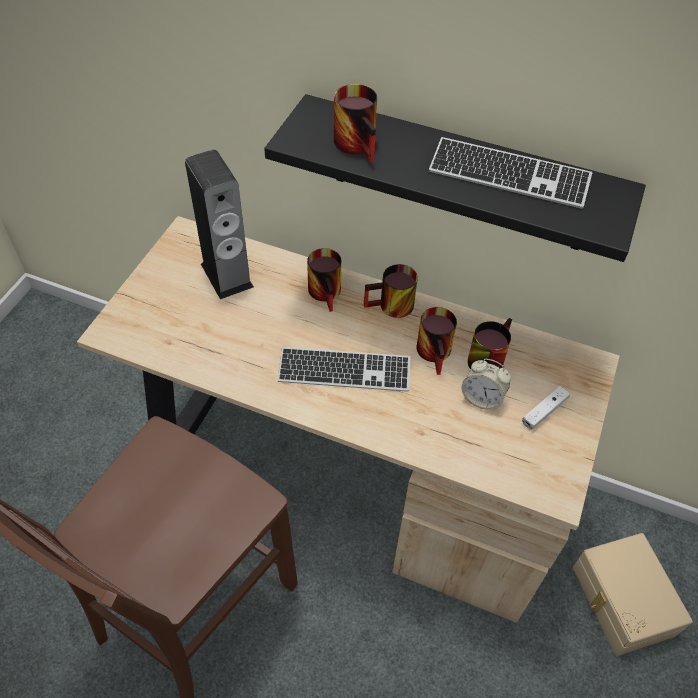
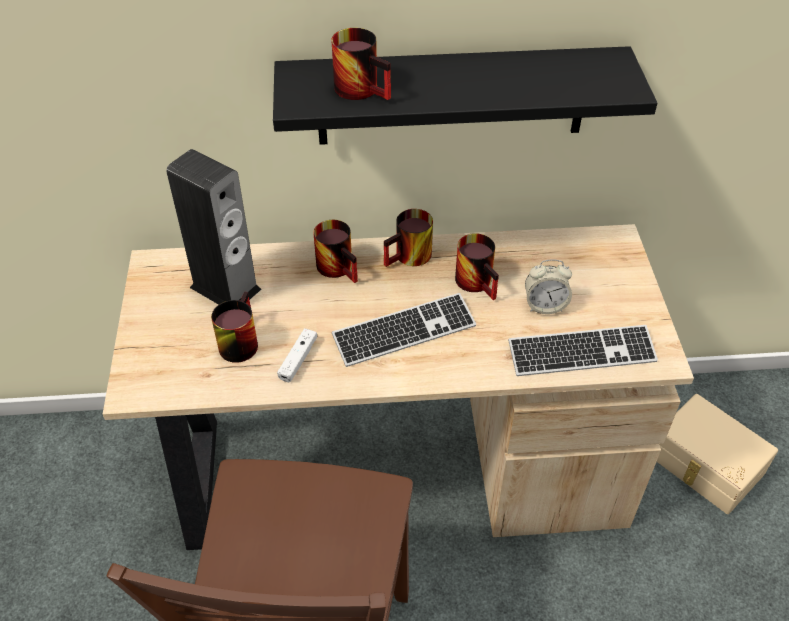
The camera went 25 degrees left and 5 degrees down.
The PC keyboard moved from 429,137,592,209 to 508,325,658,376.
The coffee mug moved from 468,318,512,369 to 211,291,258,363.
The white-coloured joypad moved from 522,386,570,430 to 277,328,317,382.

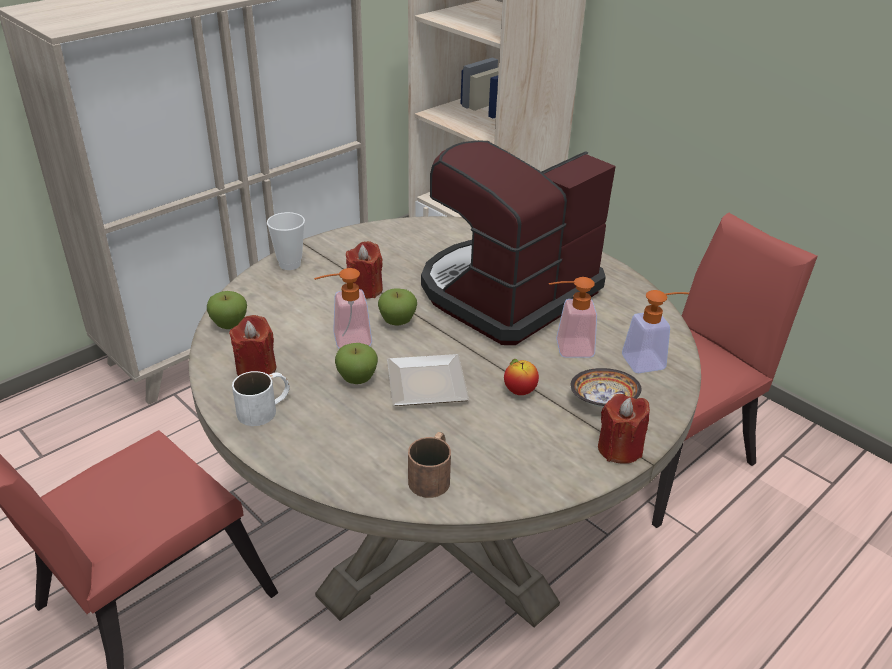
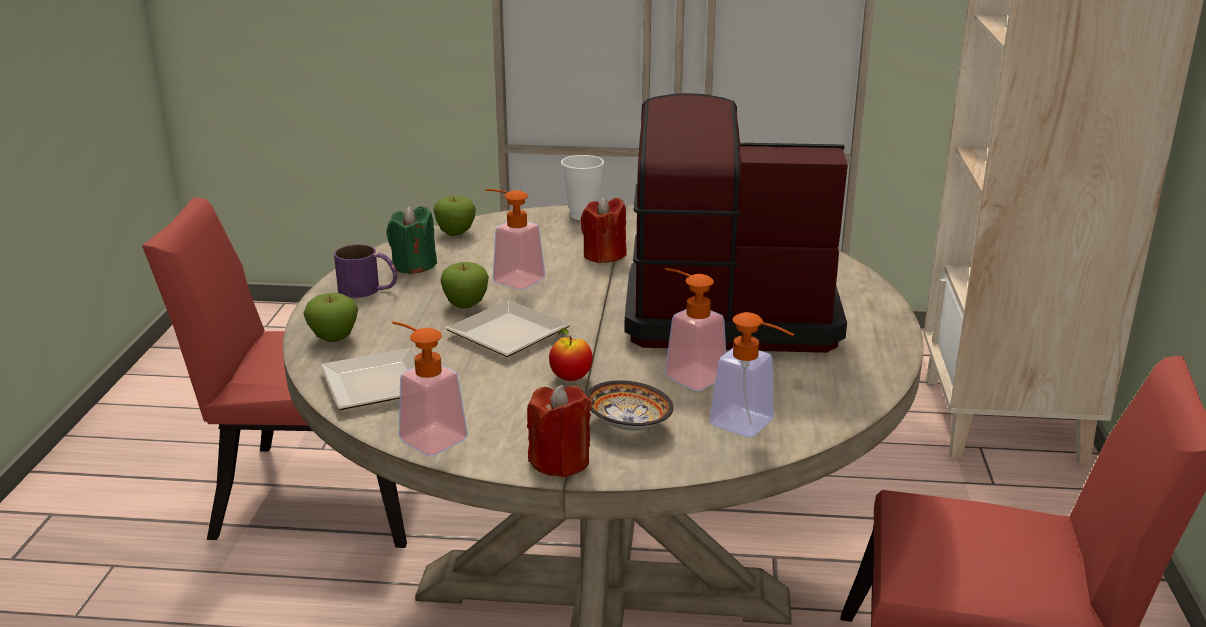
The camera went 50 degrees right and 10 degrees down.
The soap dispenser at 392,321,468,456 appeared.
The whole apple moved from 378,288,417,326 to 303,293,358,342.
The brown coffee mug at 408,432,451,498 was replaced by the plate at 320,348,417,410.
The red-coloured wax light at 229,315,277,376 became the green-coloured wax light at 387,206,437,274.
The white-coloured coffee mug at 232,371,290,426 became the purplish coffee mug at 334,244,398,298.

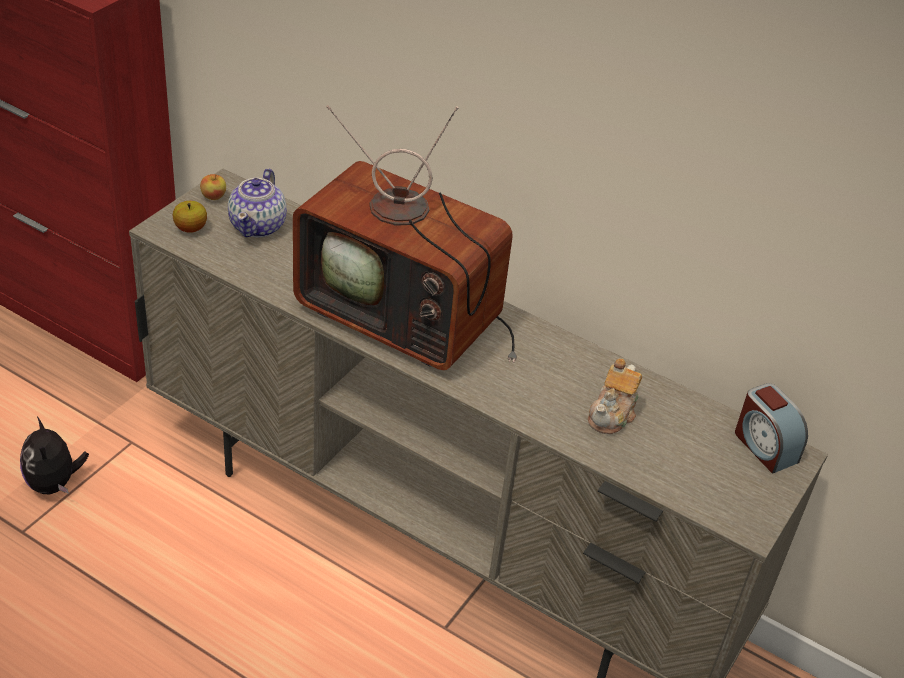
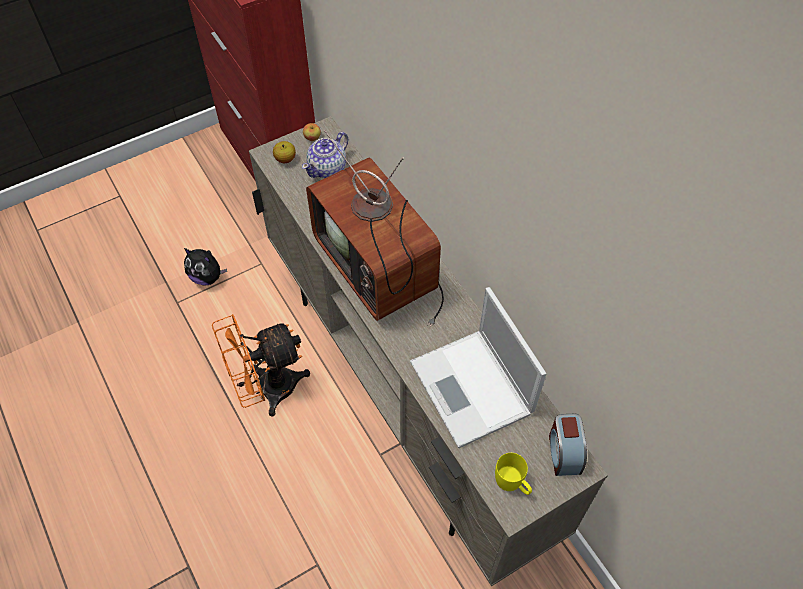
The camera went 30 degrees right and 15 degrees up.
The orangey fan at 212,314,310,417 appeared.
The yellowish coffee mug at 495,453,532,495 appeared.
The pot for tea at 588,358,642,434 was replaced by the laptop at 410,287,547,448.
The plush toy at 20,417,89,494 turned 75 degrees counterclockwise.

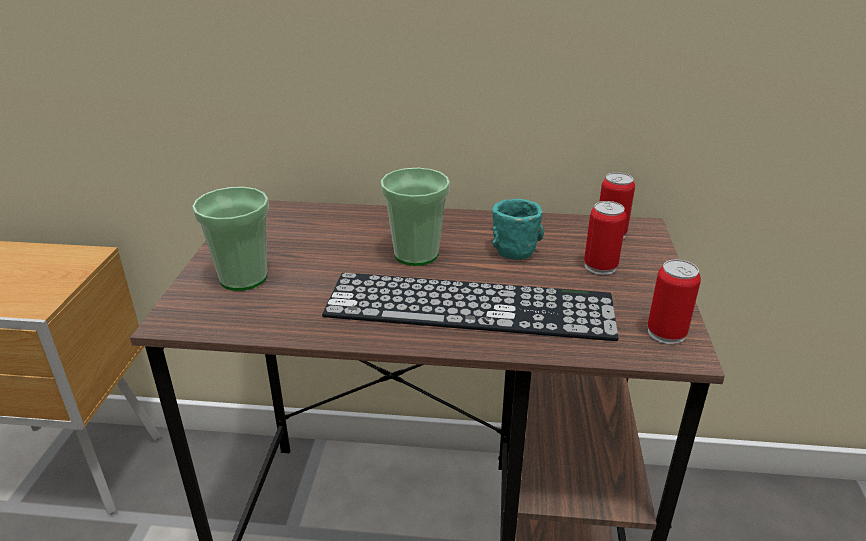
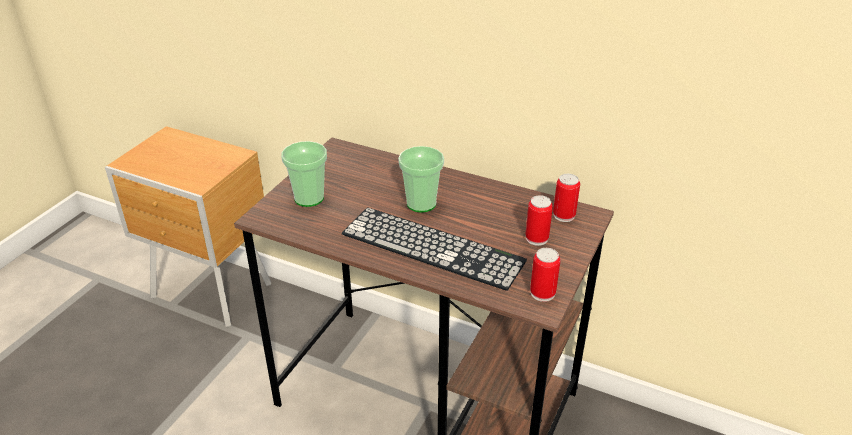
The camera went 20 degrees right and 5 degrees up.
The turquoise-coloured coffee mug at 492,199,544,260 disappeared.

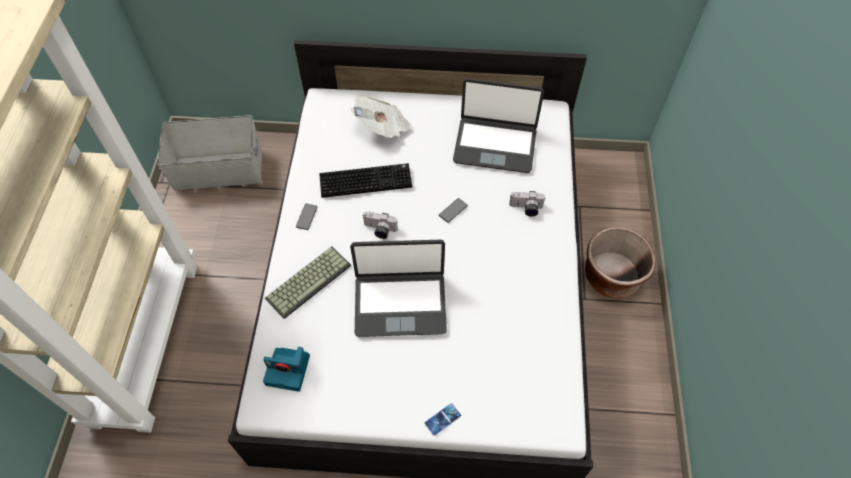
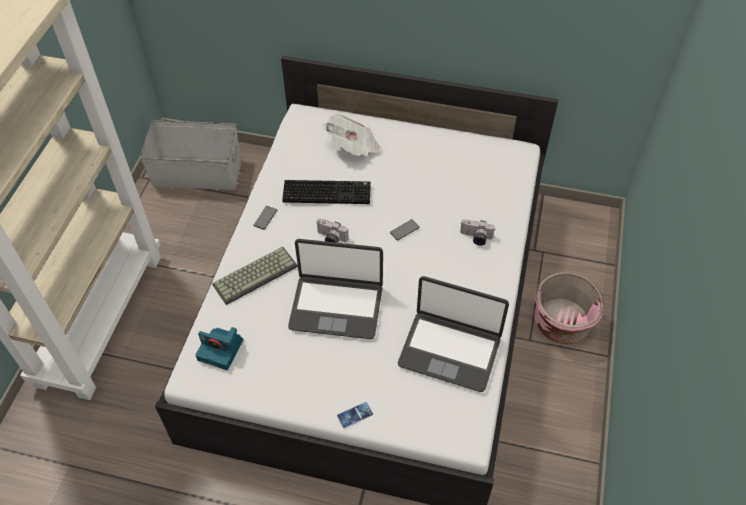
The camera went 10 degrees right and 5 degrees down.
The laptop moved from 453,78,544,173 to 398,276,509,392.
The brown planter at 585,227,656,298 became the pink planter at 535,272,604,344.

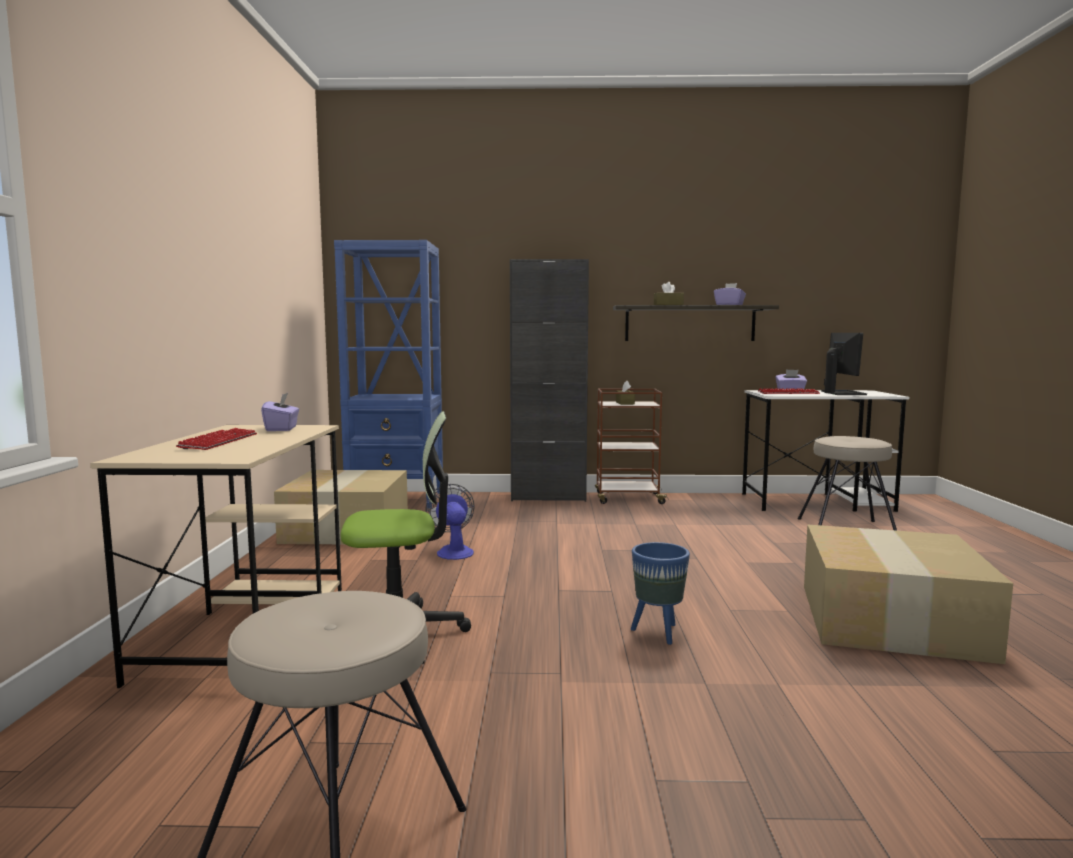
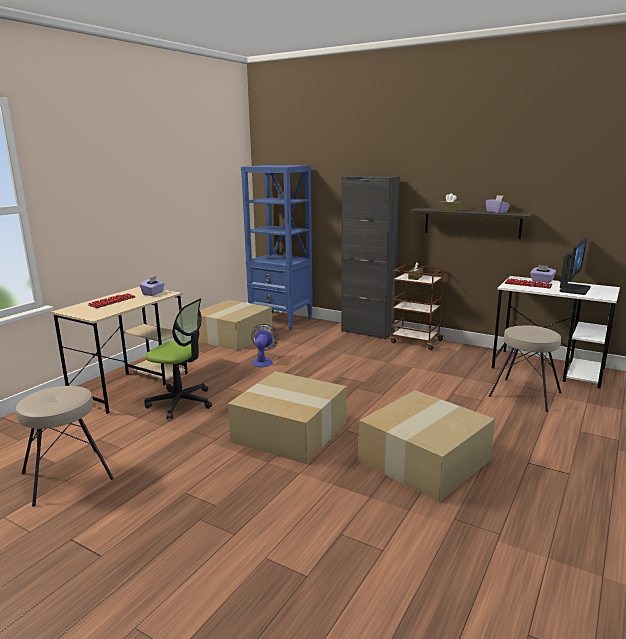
The camera went 30 degrees right and 10 degrees up.
The blue-coloured planter at 631,542,690,645 was replaced by the cardboard box at 228,371,347,464.

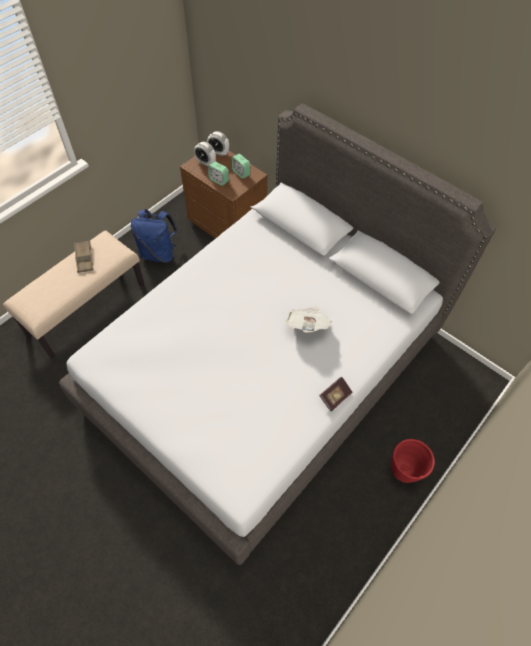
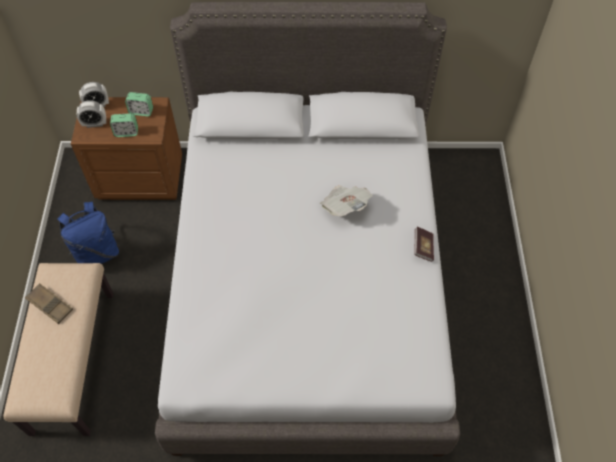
The camera went 40 degrees left and 0 degrees up.
The red-coloured planter at 391,439,435,483 disappeared.

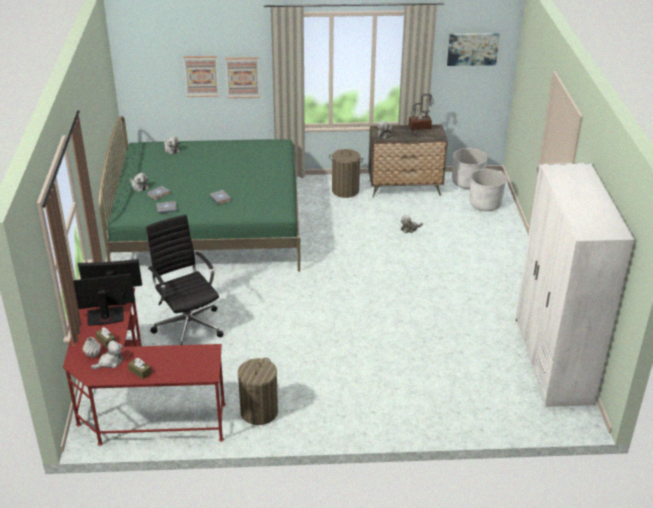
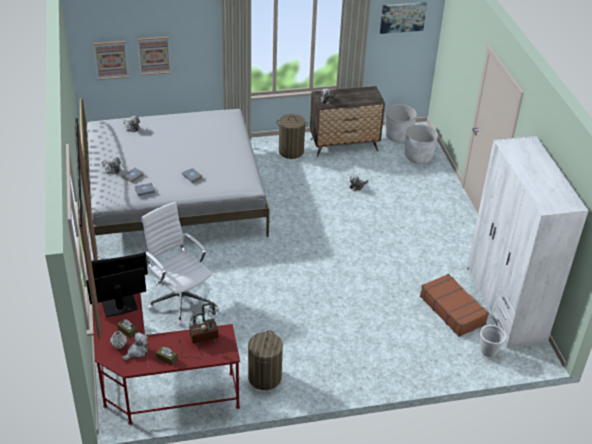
The camera went 10 degrees left and 5 degrees up.
The brown piece of luggage at 420,274,489,337 appeared.
The white-coloured planter at 480,325,506,357 appeared.
The wall art moved from 225,57,260,98 to 93,41,129,80.
The table lamp moved from 400,93,433,139 to 179,302,219,359.
The green-coloured sleeping bed at 98,116,300,272 became the white-coloured sleeping bed at 80,98,270,237.
The blackish desk chair at 146,215,224,345 became the white-coloured desk chair at 141,202,212,326.

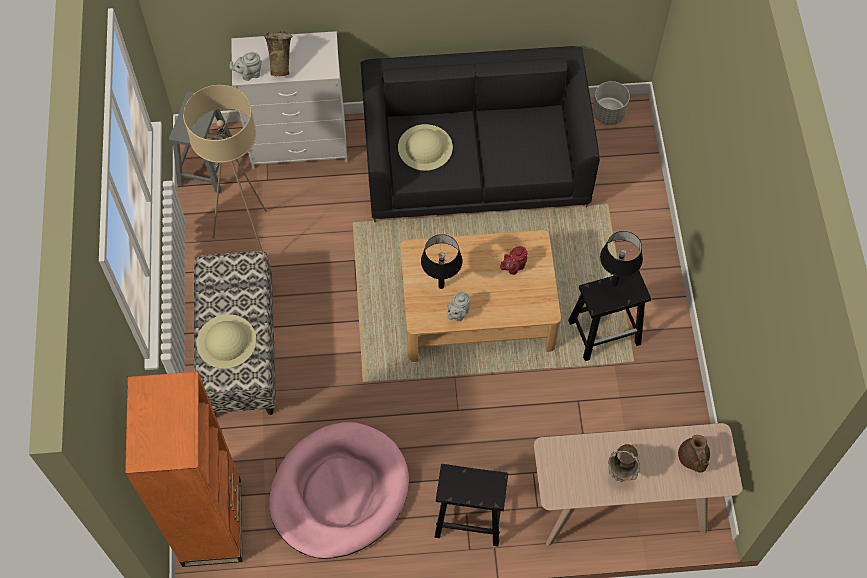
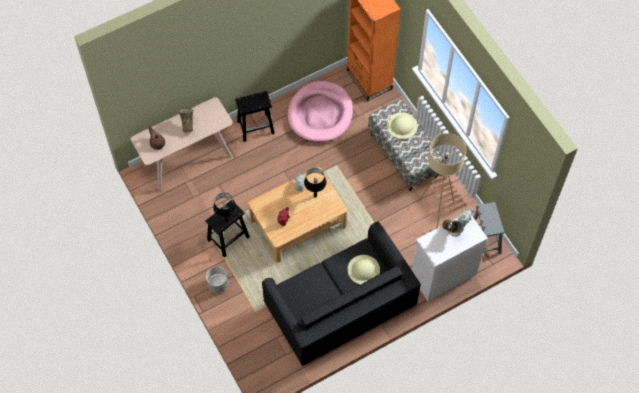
The camera went 155 degrees right and 0 degrees up.
The gray planter moved from 592,81,630,125 to 206,267,229,293.

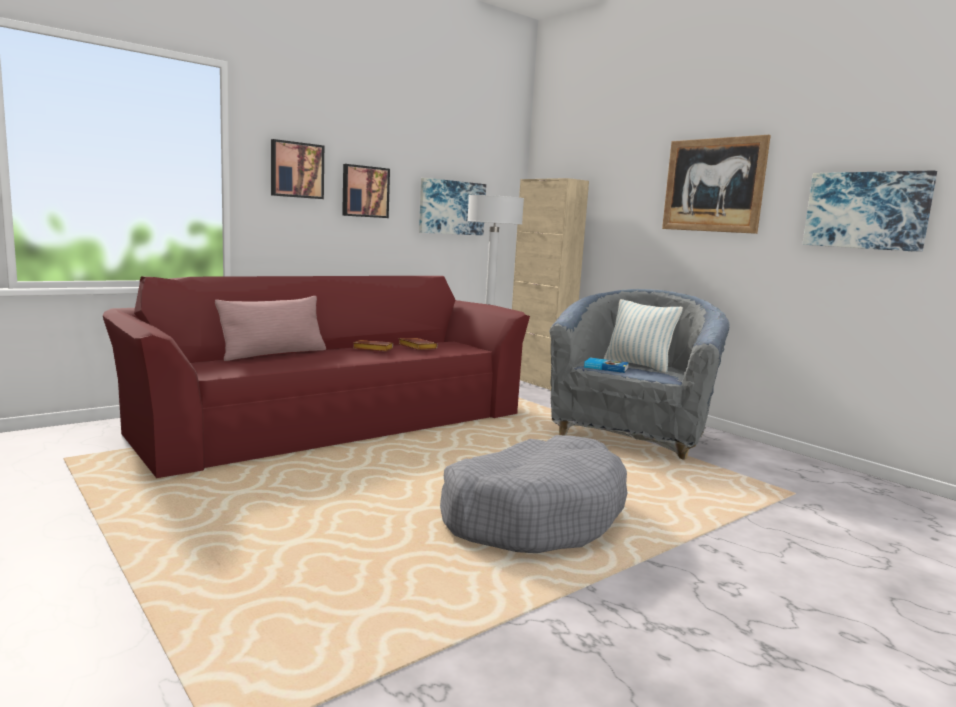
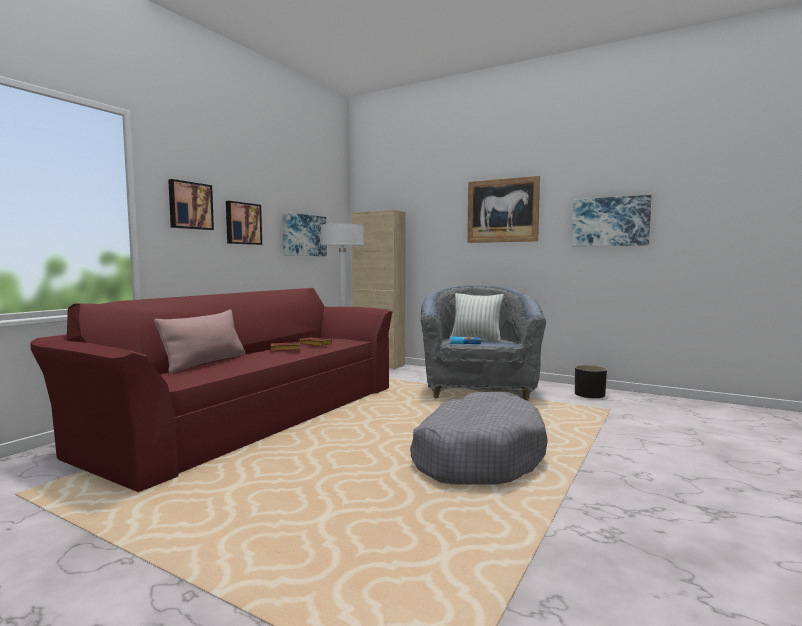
The camera went 20 degrees left and 5 degrees down.
The blackish planter at 575,365,607,398 appeared.

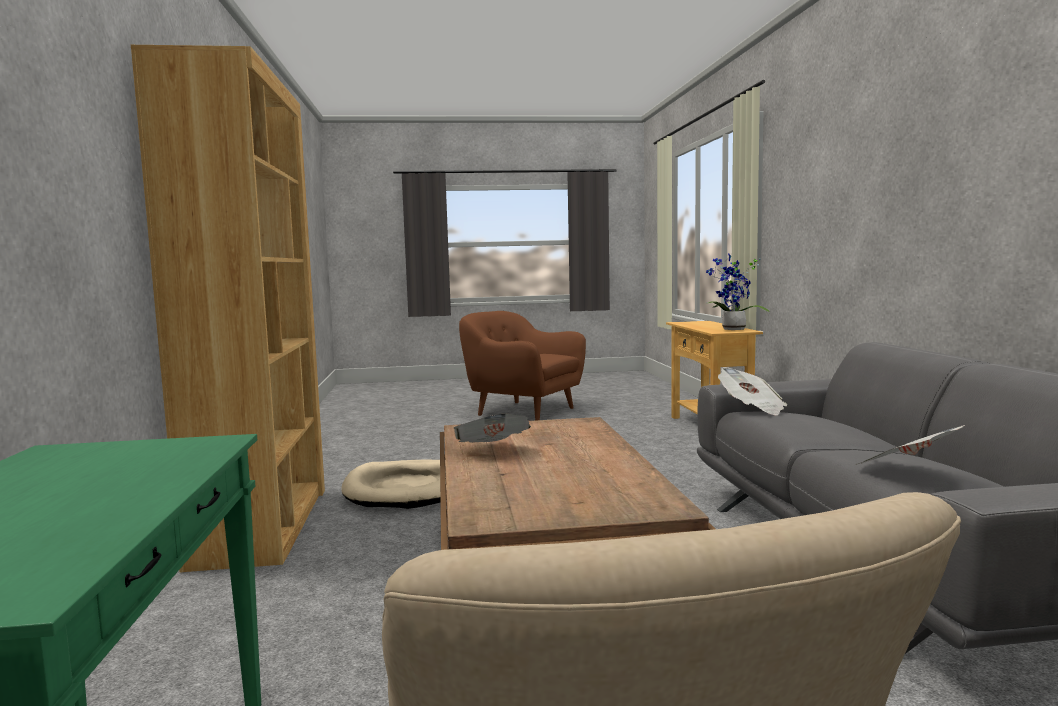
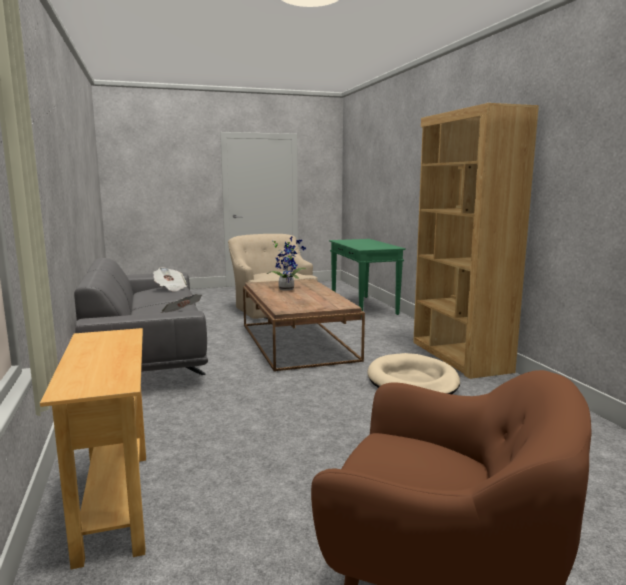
The camera went 170 degrees right and 5 degrees up.
The printed paper at 454,413,531,443 disappeared.
The plant in a pot moved from 705,253,770,330 to 267,236,306,291.

